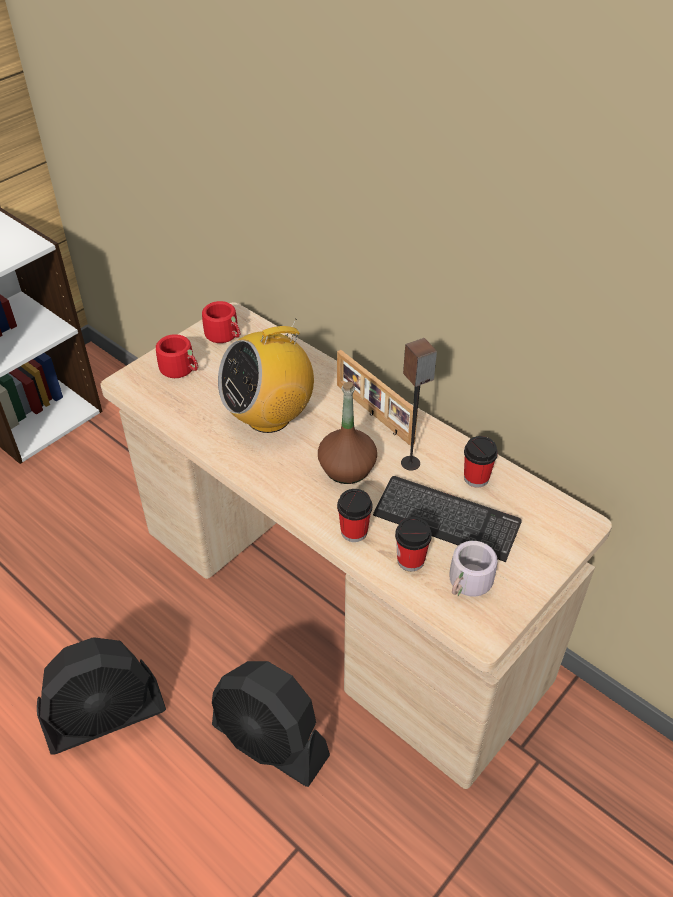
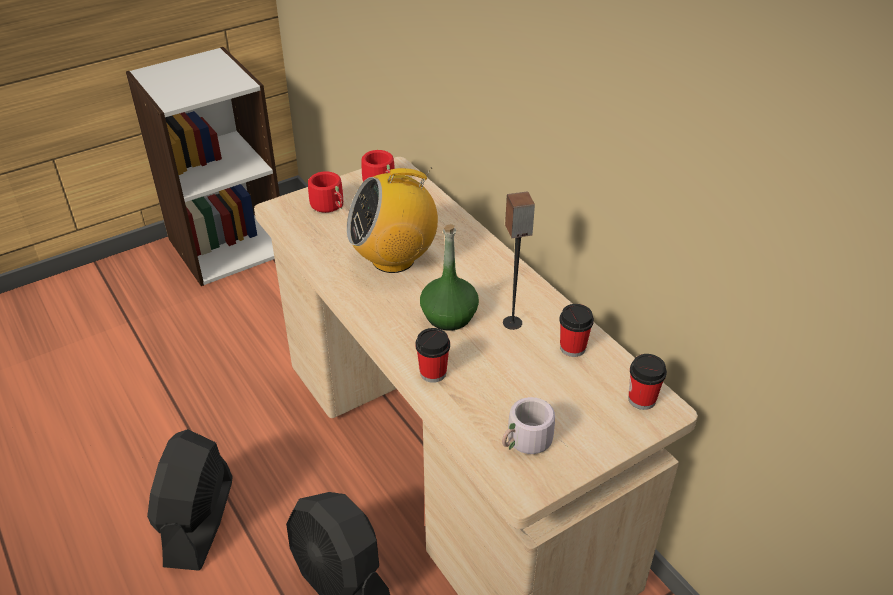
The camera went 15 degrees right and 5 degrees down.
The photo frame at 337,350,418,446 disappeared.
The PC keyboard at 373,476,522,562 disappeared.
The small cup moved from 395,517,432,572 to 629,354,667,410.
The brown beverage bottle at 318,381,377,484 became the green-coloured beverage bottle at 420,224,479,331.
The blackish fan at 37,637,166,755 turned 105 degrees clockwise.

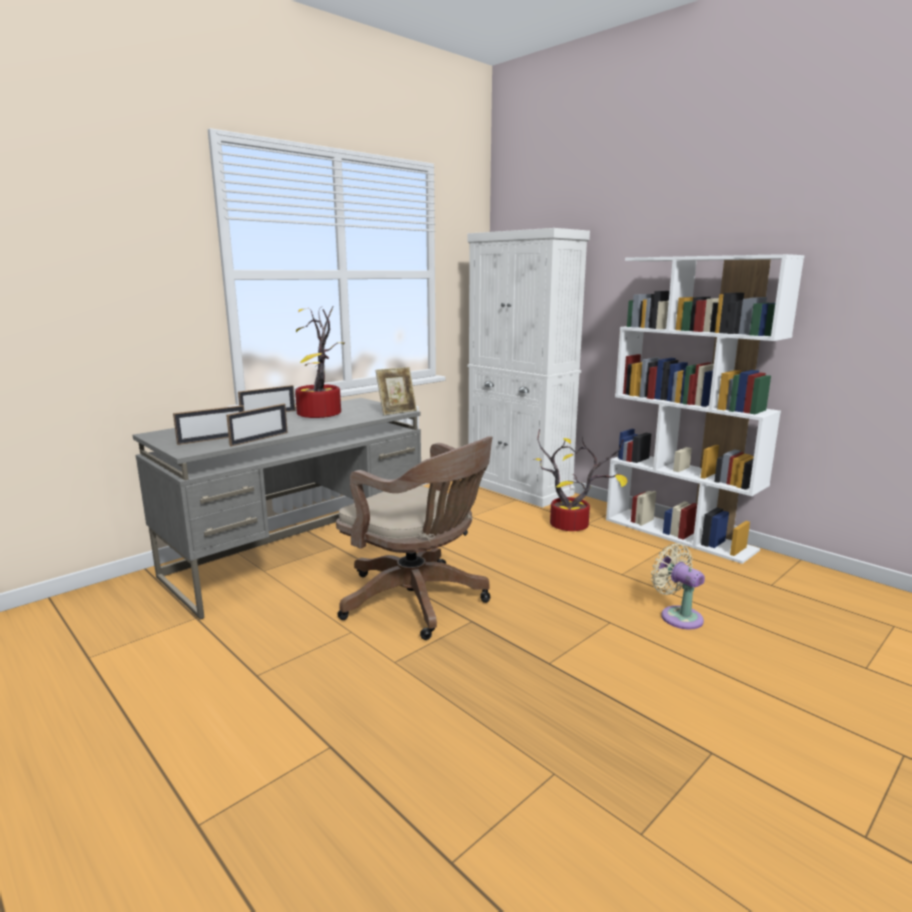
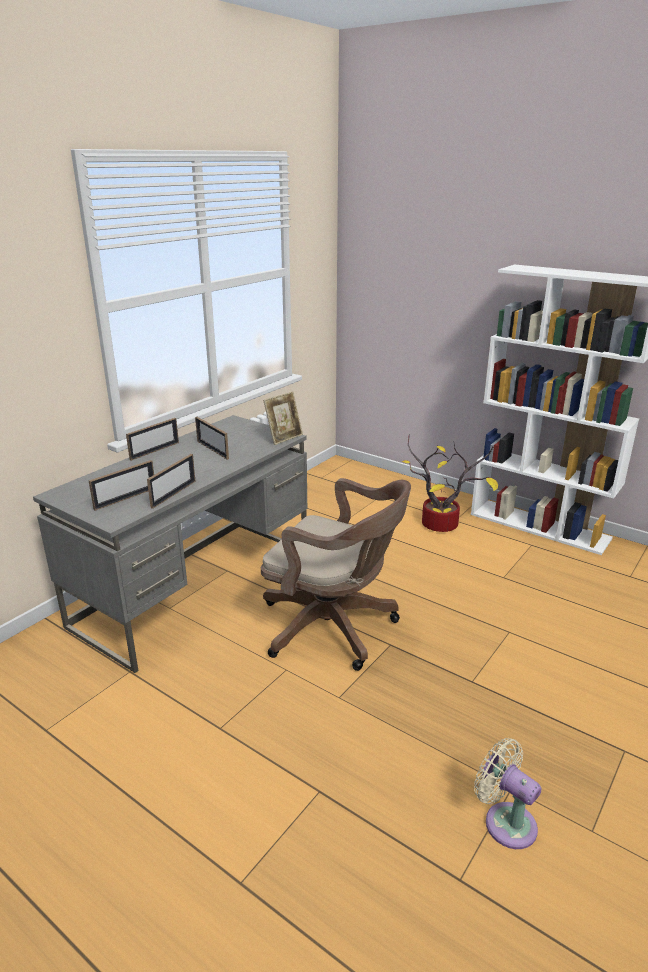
The camera went 10 degrees left and 10 degrees up.
The white-coloured cabinet at 467,228,590,508 disappeared.
The beige-coloured fan moved from 651,543,705,630 to 474,738,541,849.
The plant in a pot at 295,306,344,418 was replaced by the photo frame at 195,417,229,460.

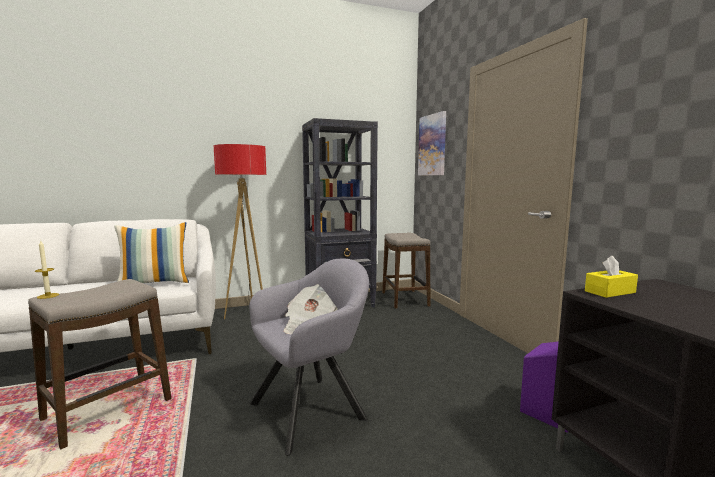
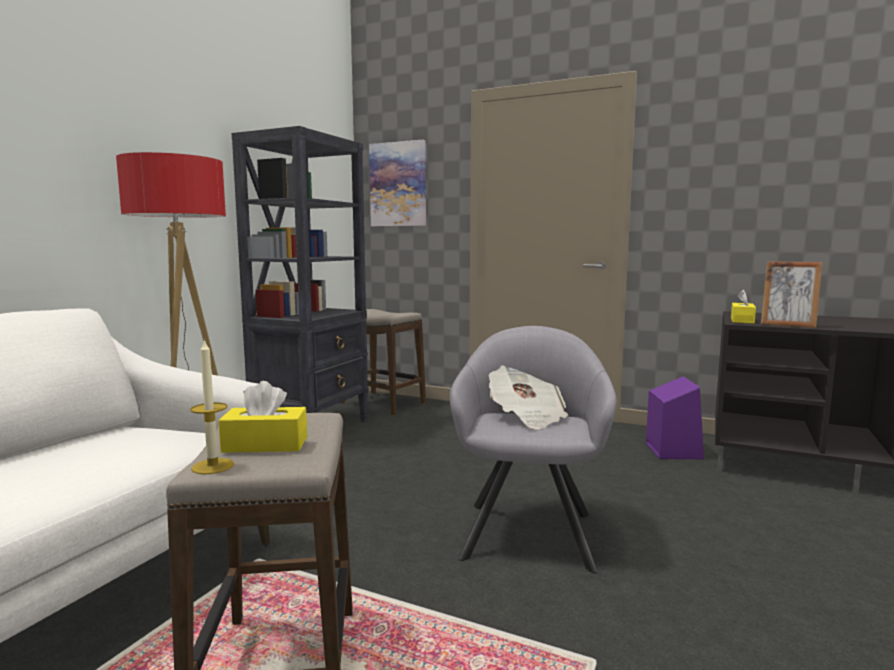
The camera went 45 degrees left and 0 degrees up.
The pillow at 114,222,189,283 disappeared.
The yellowish tissue box at 219,381,307,453 appeared.
The photo frame at 761,261,823,328 appeared.

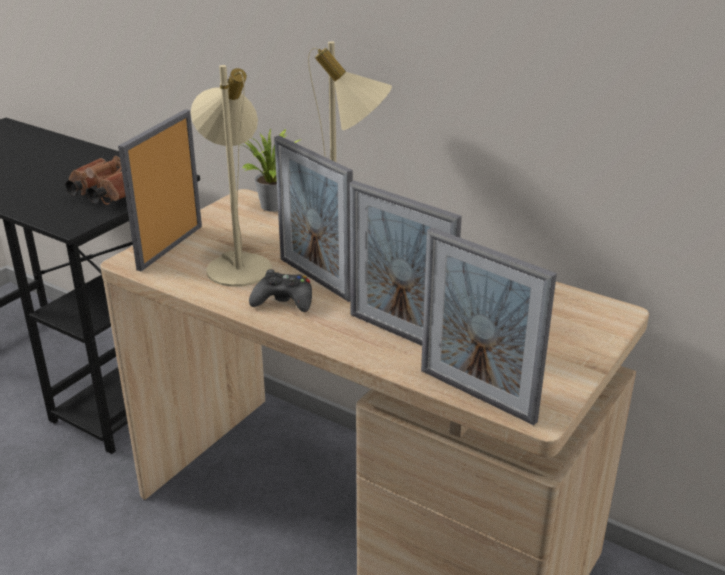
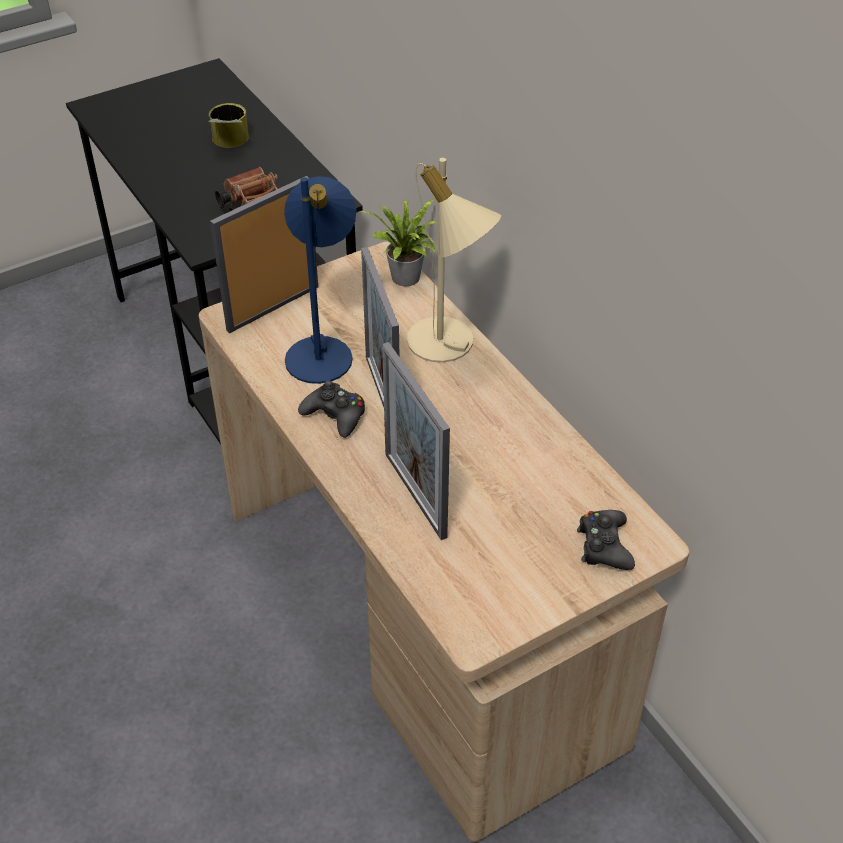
The camera went 25 degrees right and 15 degrees up.
The photo frame at 421,227,557,425 disappeared.
The can at 208,103,249,148 appeared.
The blackish joypad at 577,510,635,570 appeared.
The beige-coloured table lamp at 191,65,272,287 became the blue-coloured table lamp at 284,176,356,384.

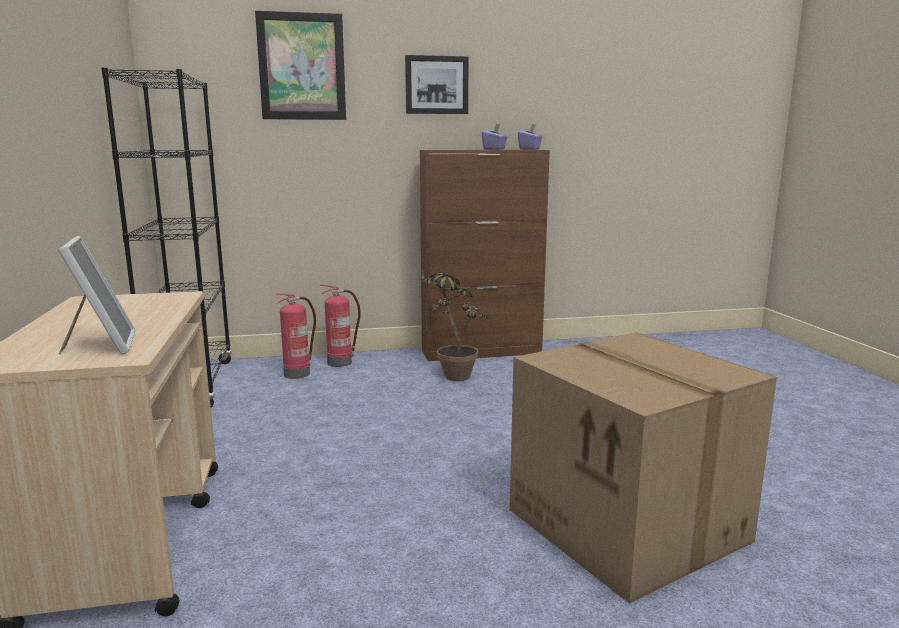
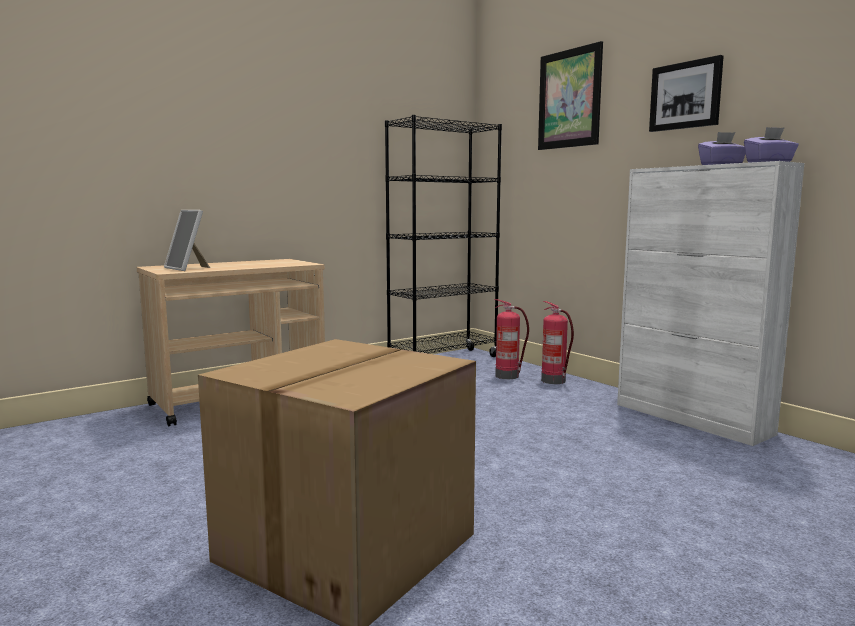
The camera went 65 degrees right and 5 degrees down.
The plant in a pot at 420,270,487,381 disappeared.
The brown cabinet at 420,150,550,361 became the white-coloured cabinet at 617,161,805,446.
The photo frame at 58,236,135,355 turned 90 degrees clockwise.

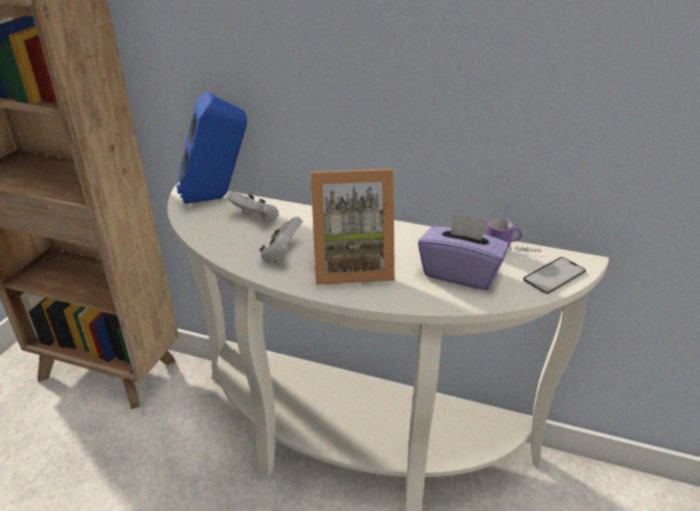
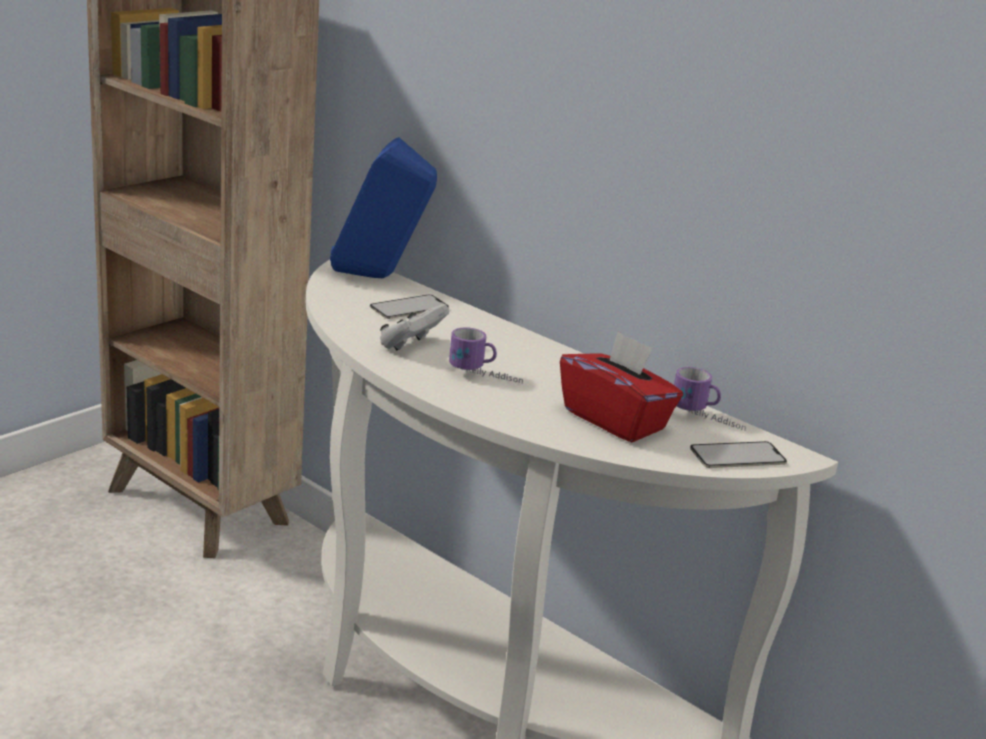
The camera went 20 degrees right and 10 degrees down.
The white-coloured joypad at 227,192,279,222 was replaced by the handset at 370,294,449,319.
The photo frame at 311,169,395,285 was replaced by the coffee mug at 449,327,523,384.
The purplish tissue box at 418,211,509,290 became the red-coloured tissue box at 560,331,683,442.

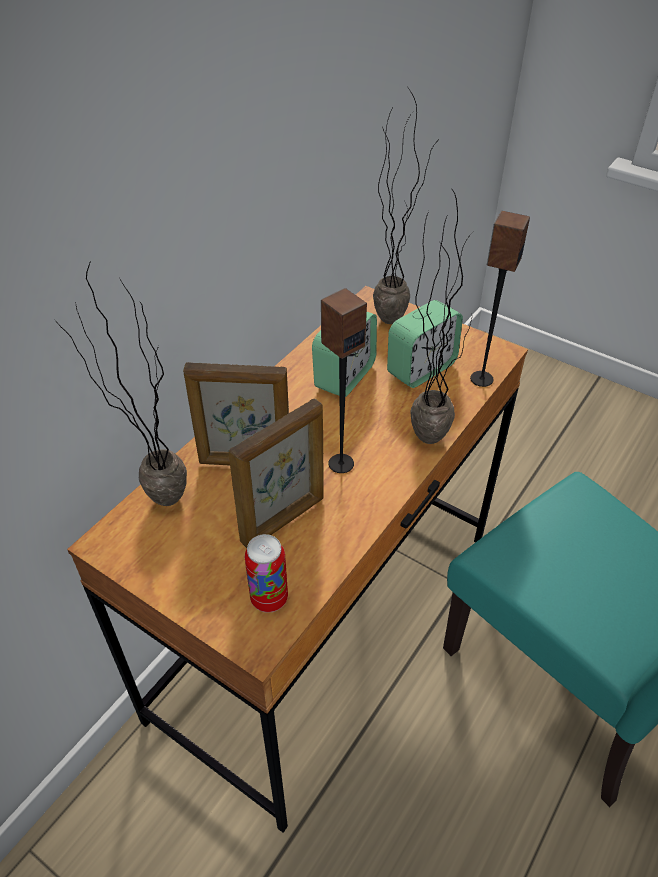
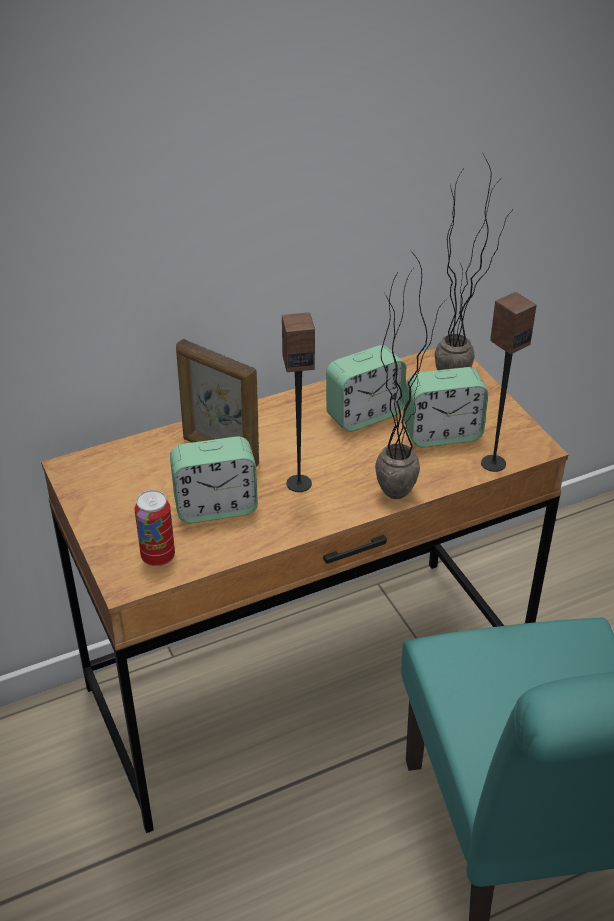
The camera went 30 degrees right and 5 degrees down.
The plant in a pot at 55,263,187,506 disappeared.
The photo frame at 228,398,324,548 was replaced by the table clock at 170,436,258,523.

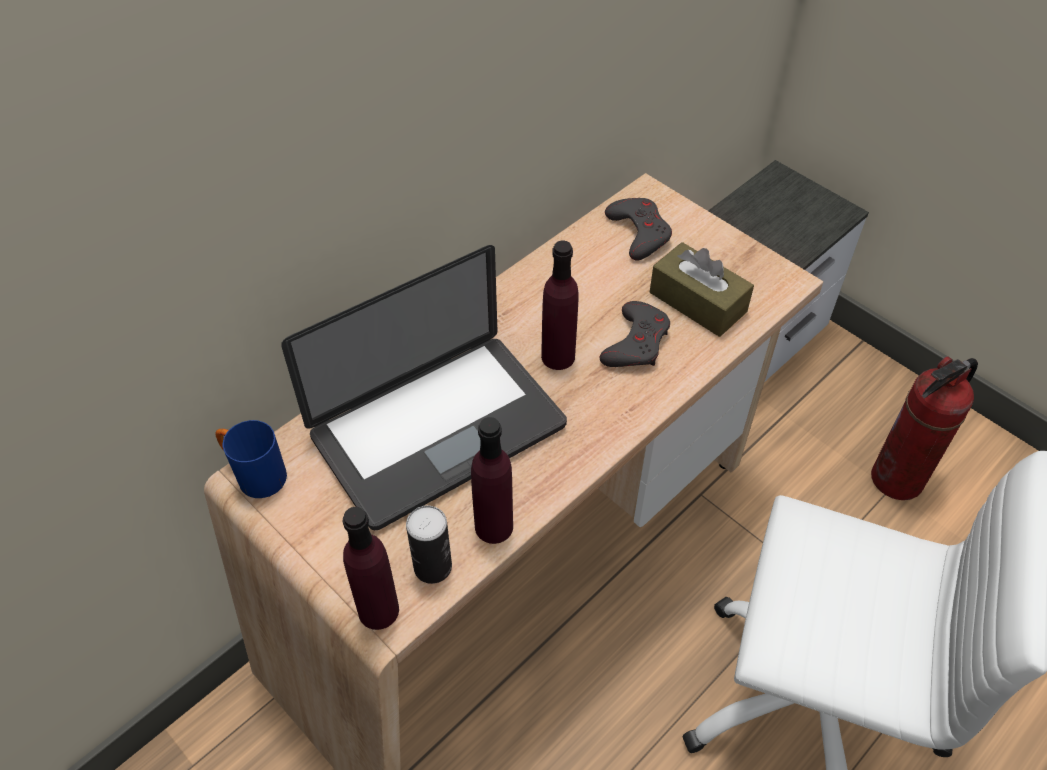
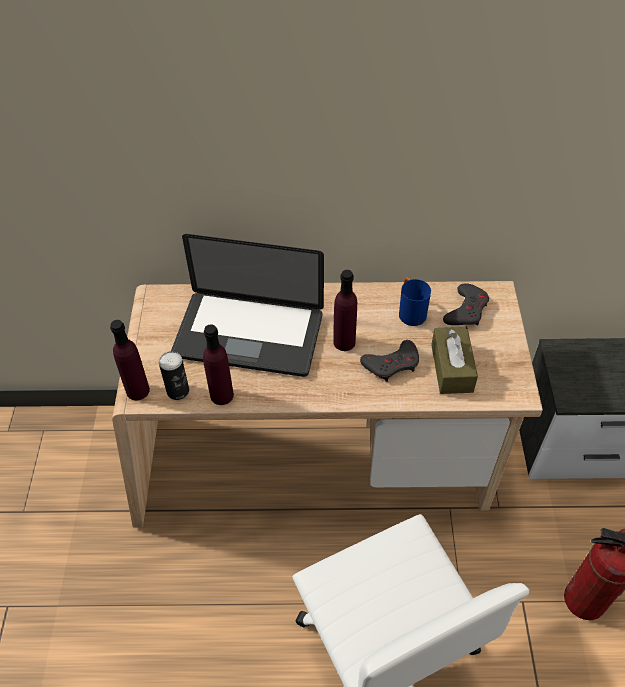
The camera went 45 degrees right and 0 degrees up.
The blue-coloured coffee mug moved from 215,420,287,498 to 399,277,431,326.

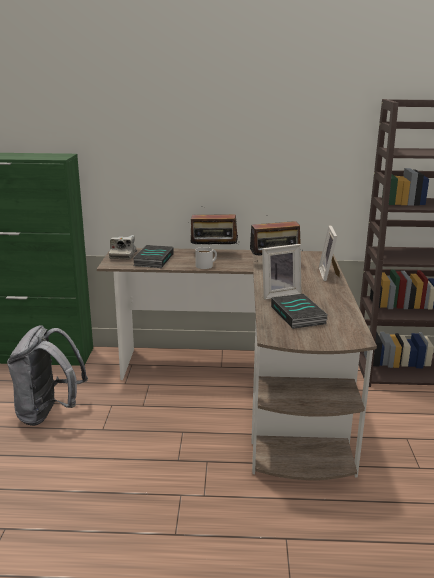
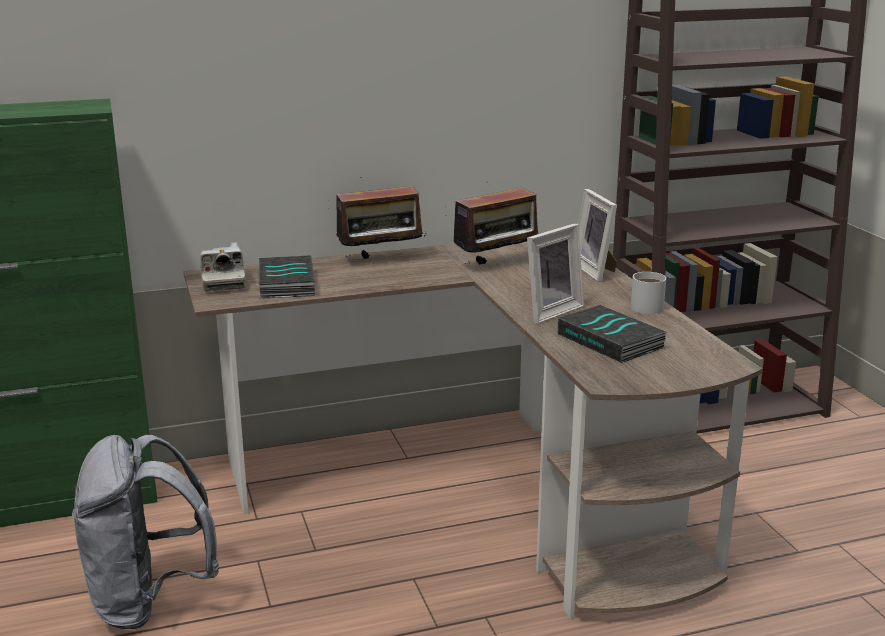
The camera went 20 degrees left and 0 degrees up.
The white-coloured coffee mug moved from 195,247,217,269 to 631,272,666,314.

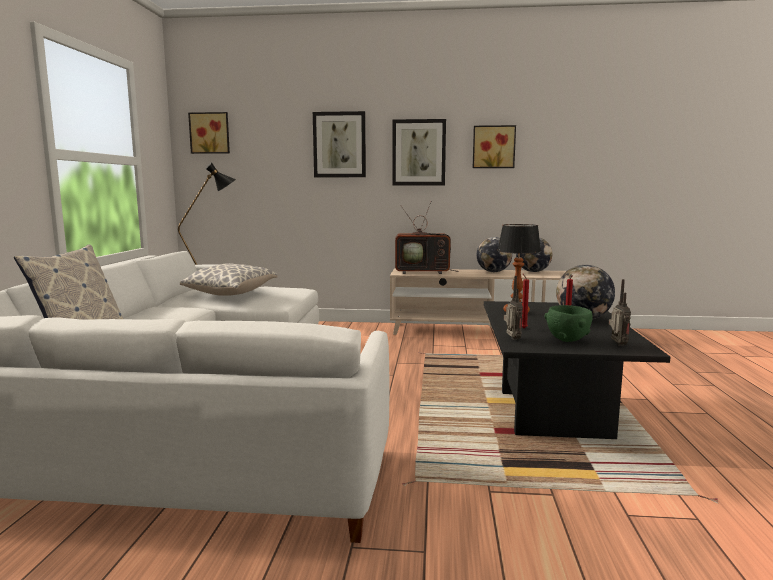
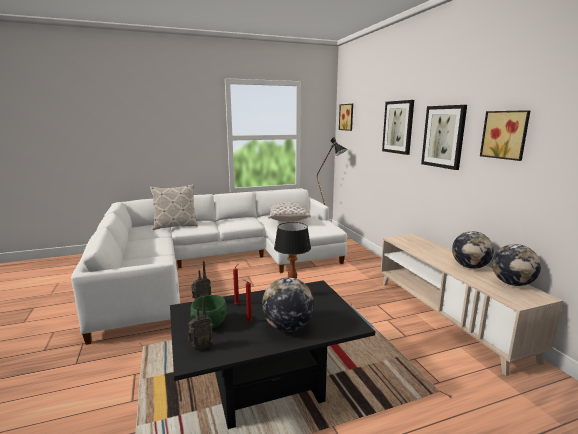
The camera went 65 degrees right and 5 degrees up.
The television at 395,202,459,274 disappeared.

